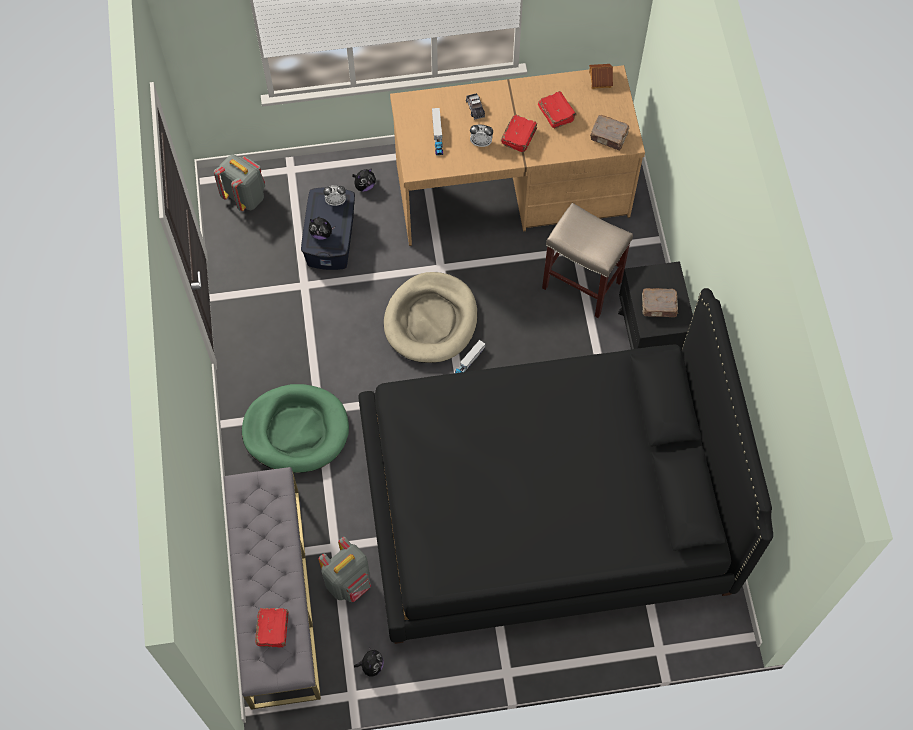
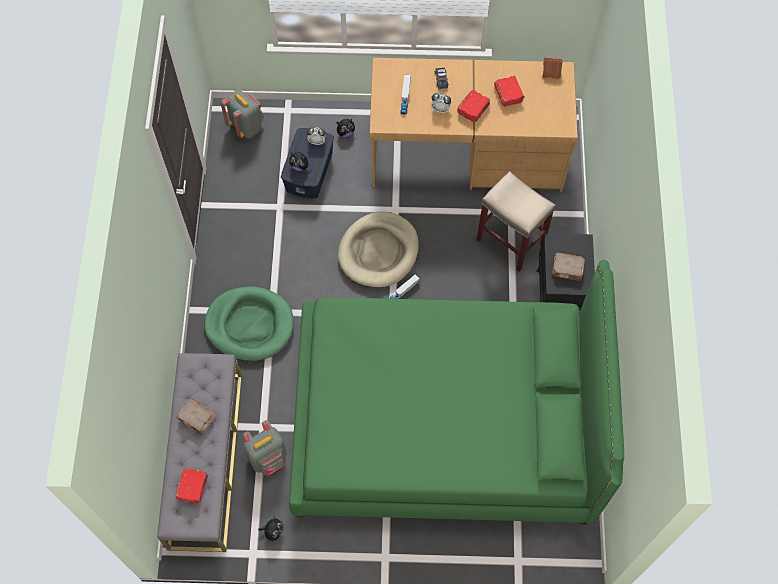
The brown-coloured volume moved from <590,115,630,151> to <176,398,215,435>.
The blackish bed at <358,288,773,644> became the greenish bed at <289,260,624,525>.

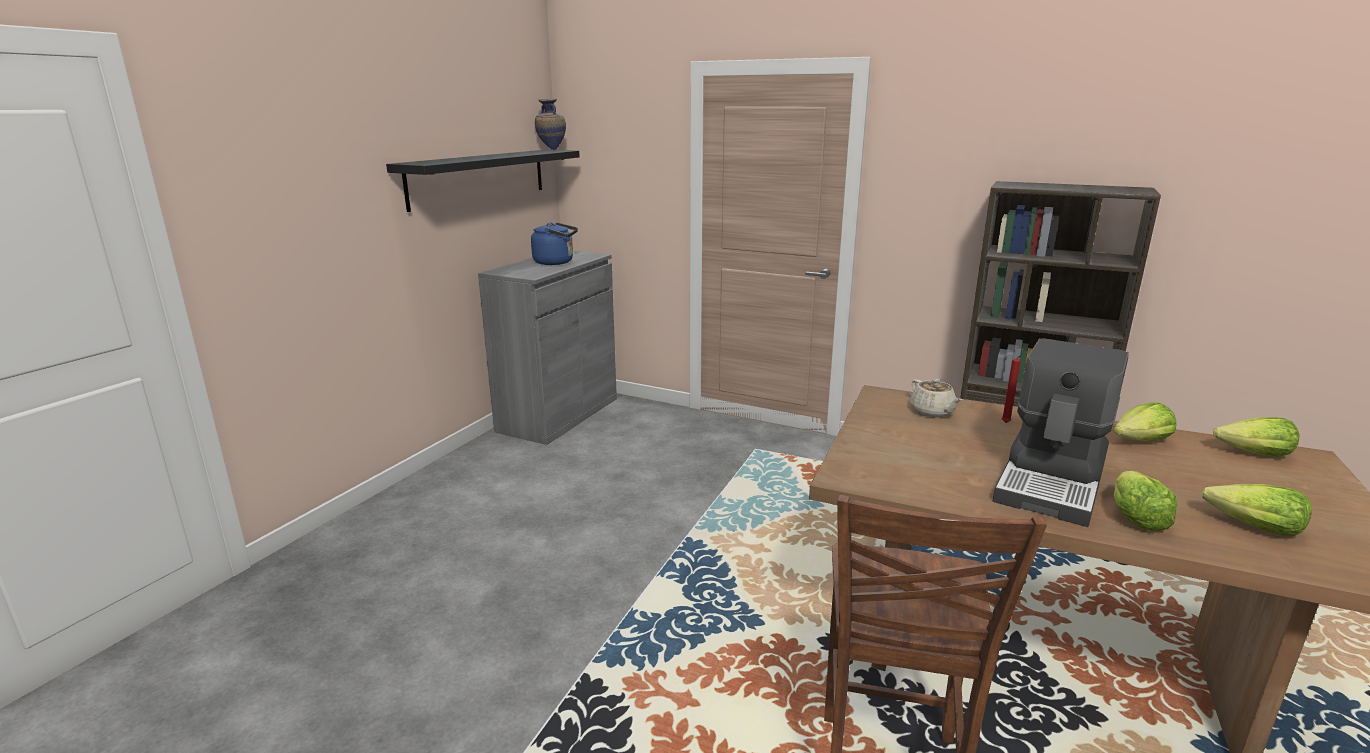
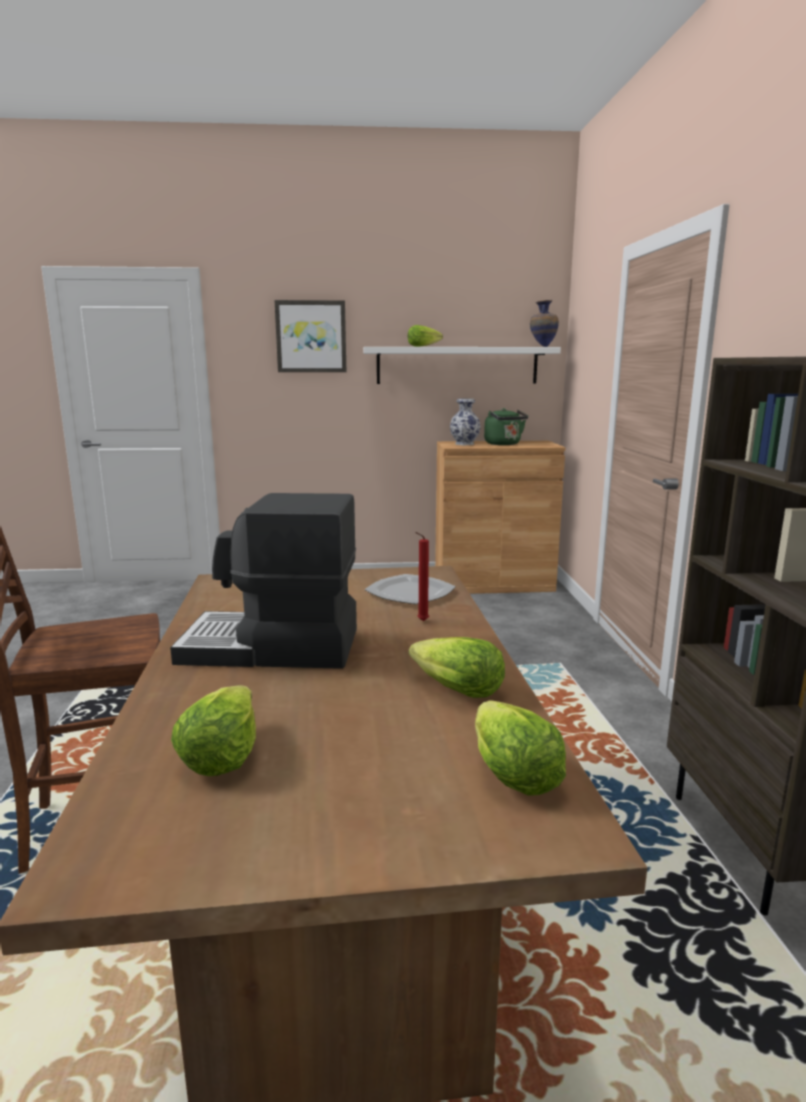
The wall picture at <274,300,347,372> appeared.
The decorative vase at <450,398,481,445> appeared.
The lettuce head moved from <1114,471,1178,531> to <408,325,443,347>.
The beige pot for tea at <910,378,962,418> was replaced by the flat dish at <364,574,456,604>.
The blackish bracket shelf at <386,150,580,212> became the white-coloured bracket shelf at <363,347,561,384>.
The greyish cupboard at <478,251,617,445> became the brown-coloured cupboard at <435,441,565,594>.
The bluish water kettle at <531,222,578,265> became the greenish water kettle at <484,408,528,445>.

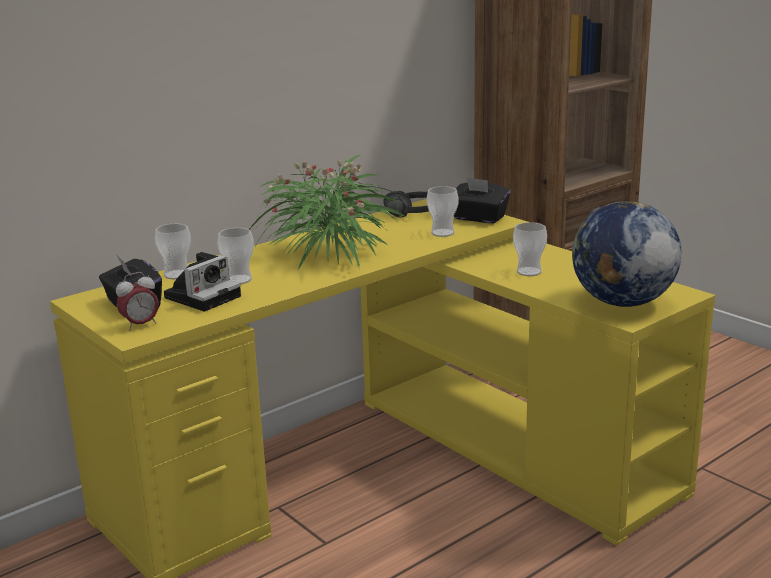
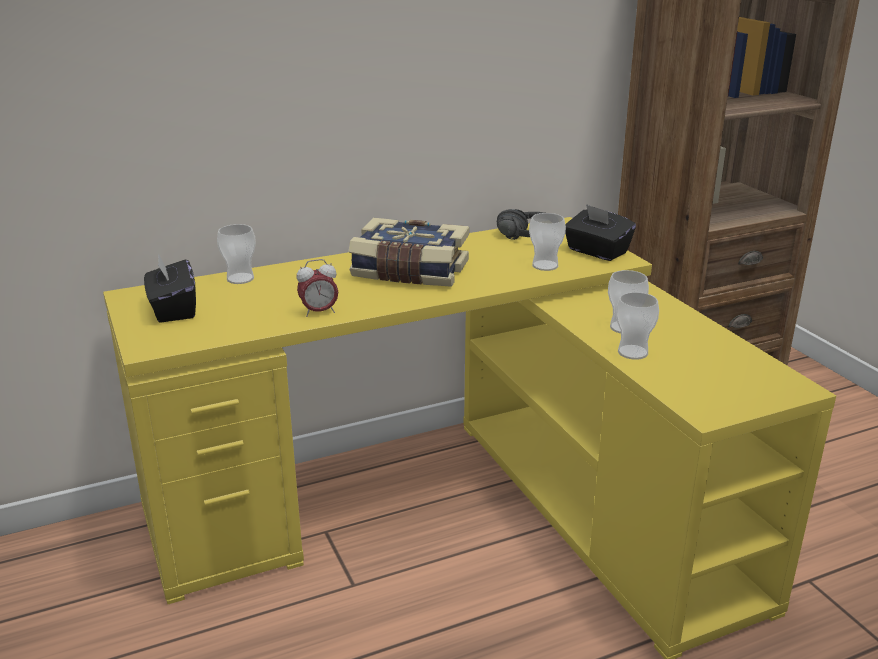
The still camera at <164,252,241,312> disappeared.
The desk globe at <571,201,682,307> disappeared.
The alarm clock moved from <116,272,159,331> to <297,259,338,317>.
The cup moved from <217,228,254,284> to <616,292,659,360>.
The potted plant at <249,155,406,270> was replaced by the volume at <349,218,469,287>.

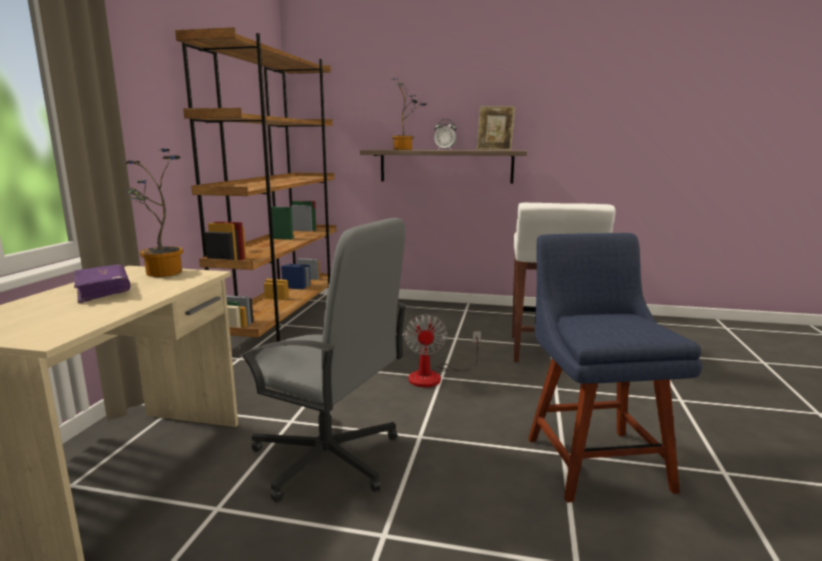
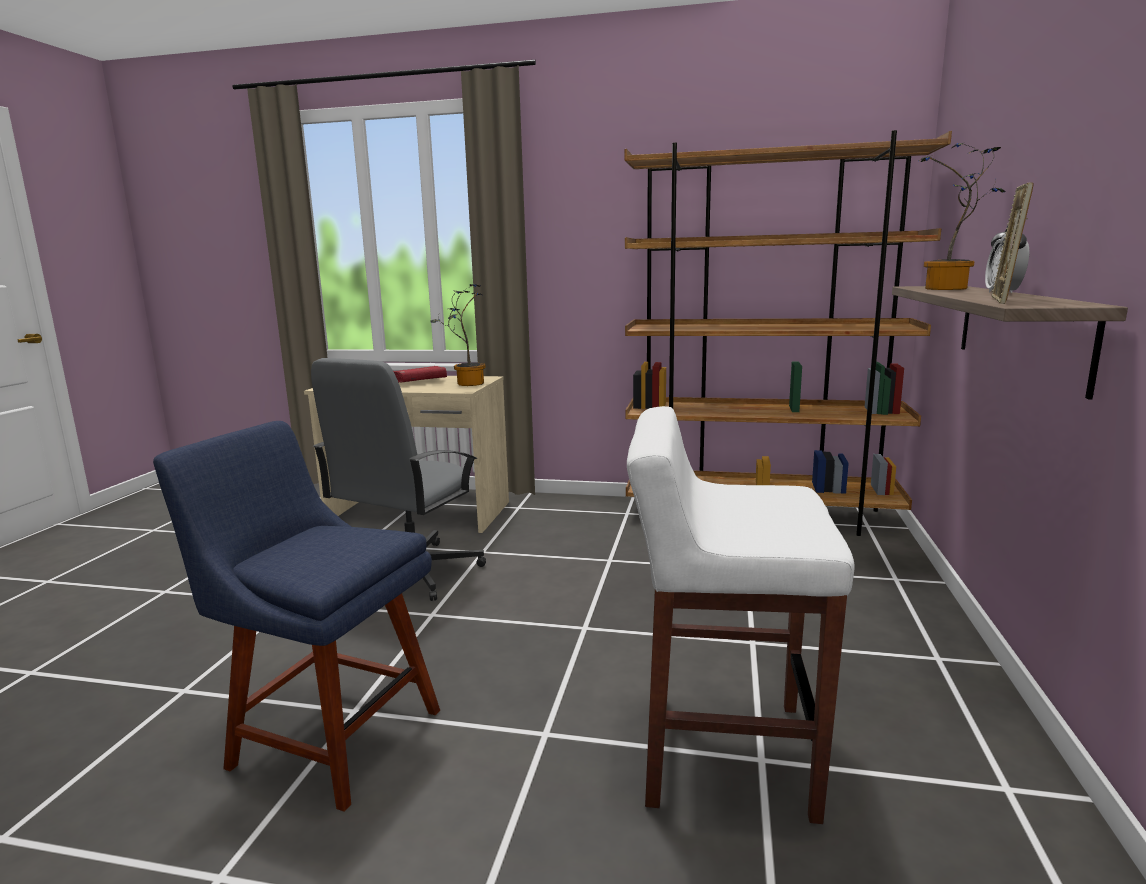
The fan at <404,314,481,387> disappeared.
The purple-coloured volume at <74,264,130,303> became the red volume at <393,366,447,382>.
The bluish upright chair at <528,233,702,503> turned 150 degrees counterclockwise.

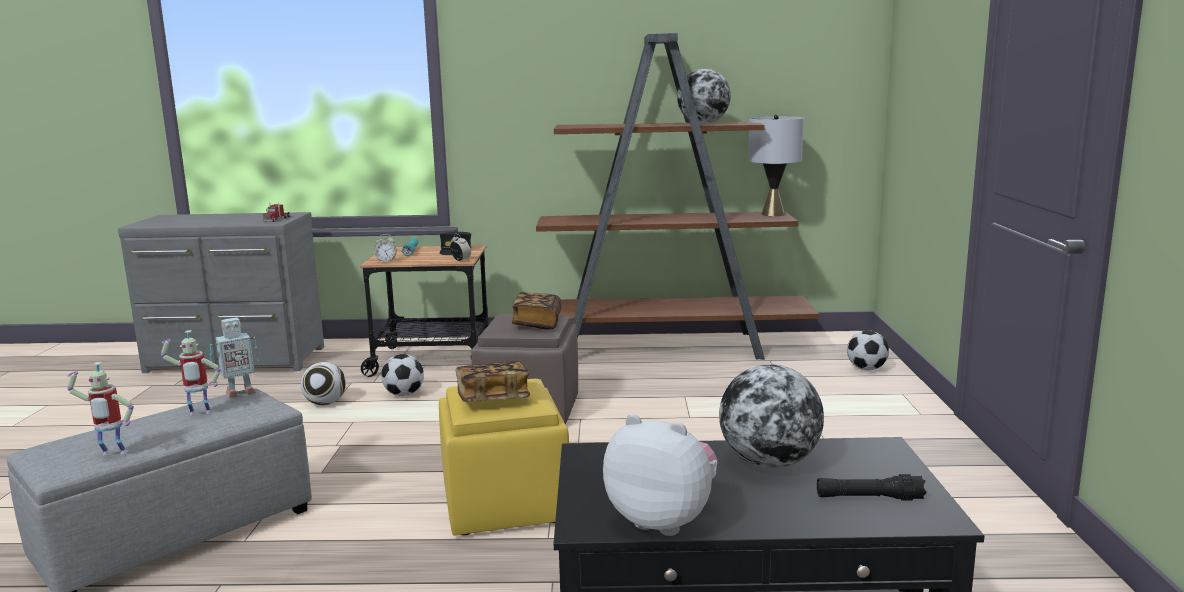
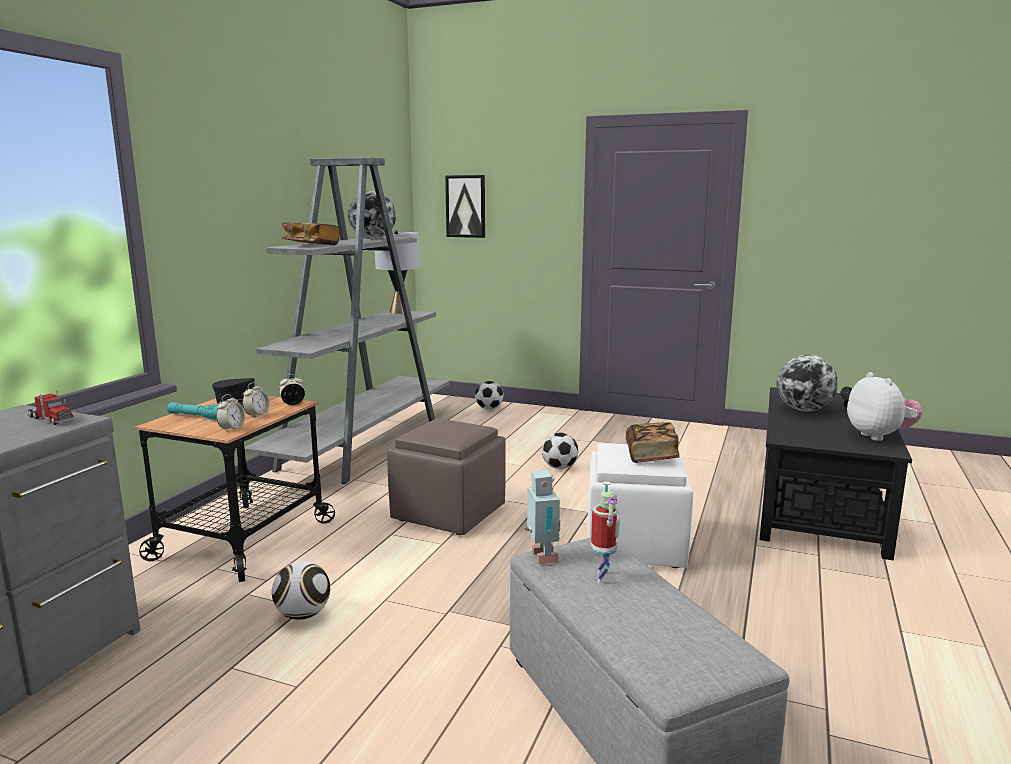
The toy robot at <67,362,134,456> disappeared.
The alarm clock at <242,382,269,418> appeared.
The wall picture at <445,175,485,238> appeared.
The football ball moved from <381,354,424,396> to <542,433,578,469>.
The volume moved from <512,292,562,330> to <282,222,340,245>.
The yellowish footrest at <439,379,569,536> became the white-coloured footrest at <587,443,693,568>.
The brown-coloured bookcase at <536,33,819,360> became the greyish bookcase at <244,157,449,484>.
The soft toy at <603,414,717,536> turned 120 degrees clockwise.

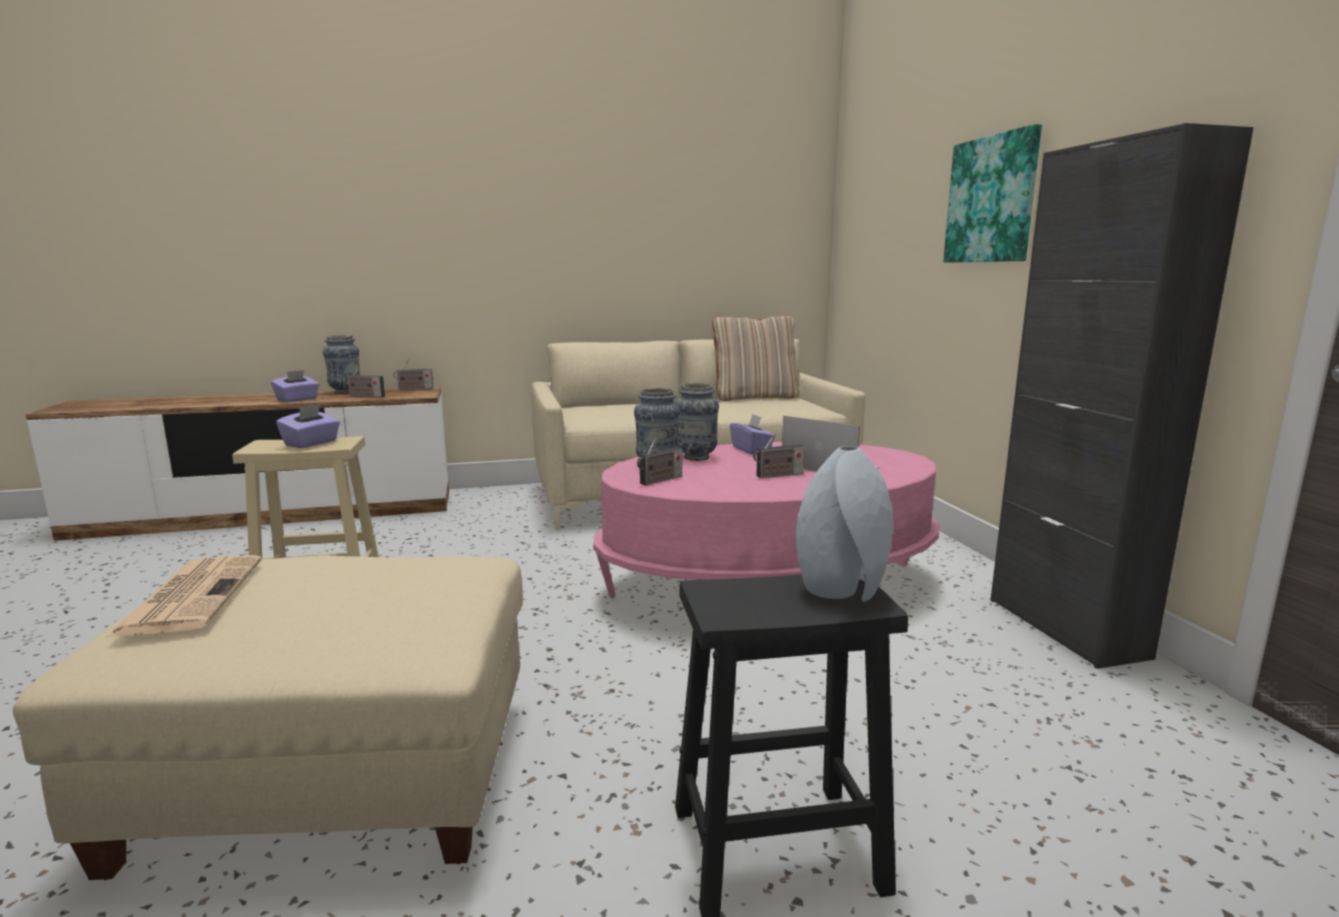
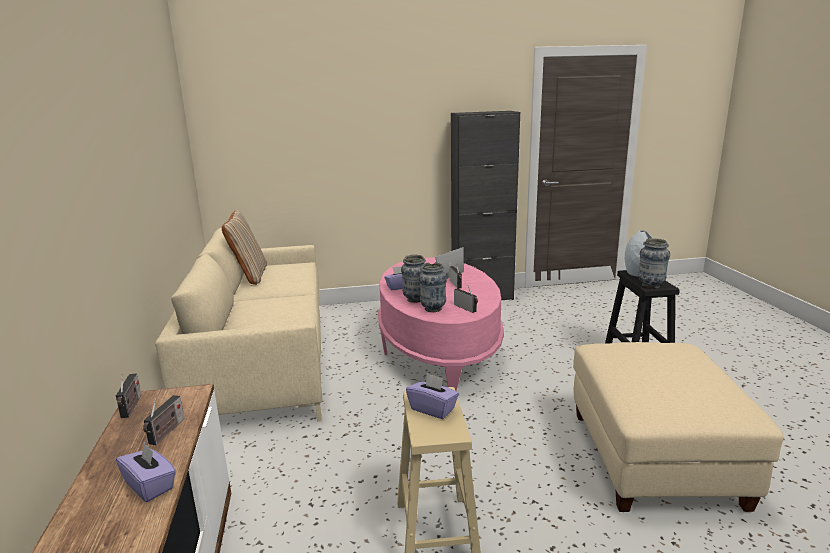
The newspaper at <106,555,262,638> disappeared.
The wall picture at <943,124,1042,263> disappeared.
The decorative vase moved from <323,335,360,394> to <638,238,670,289>.

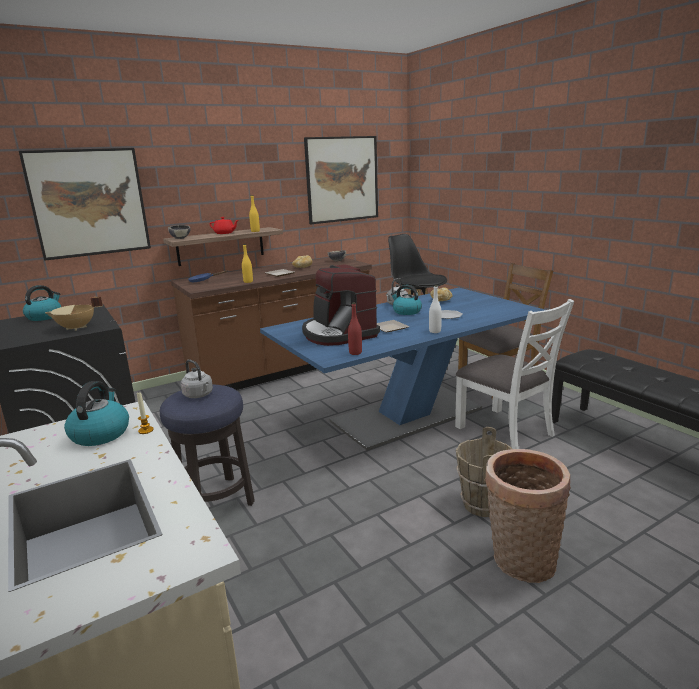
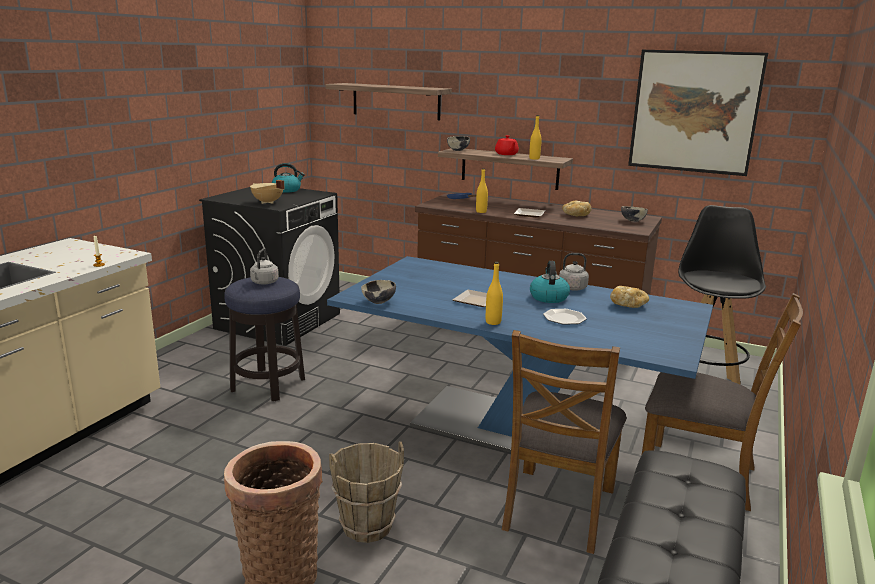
The water kettle at <64,381,129,446> disappeared.
The coffee maker at <302,264,380,346> disappeared.
The wall picture at <19,148,151,261> was replaced by the bracket shelf at <326,83,452,120>.
The red bottle at <348,302,362,355> was replaced by the serving bowl at <361,280,396,304>.
The white-coloured bottle at <429,285,442,333> became the yellowish bottle at <486,262,503,325>.
The white-coloured upright chair at <455,299,574,449> became the brown-coloured upright chair at <502,330,626,554>.

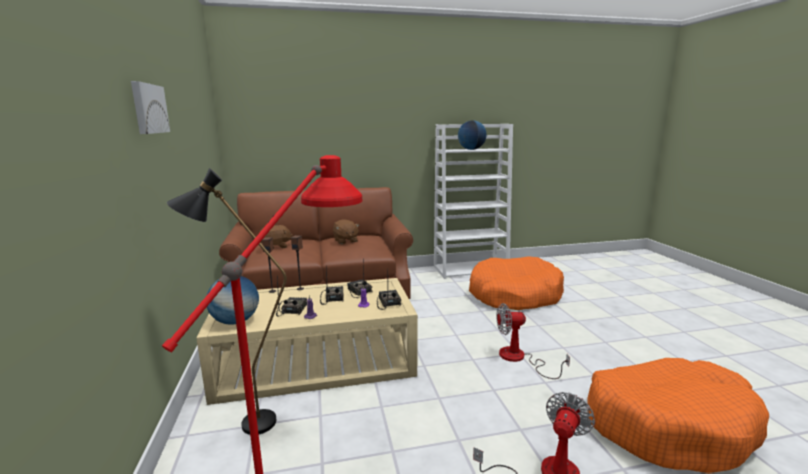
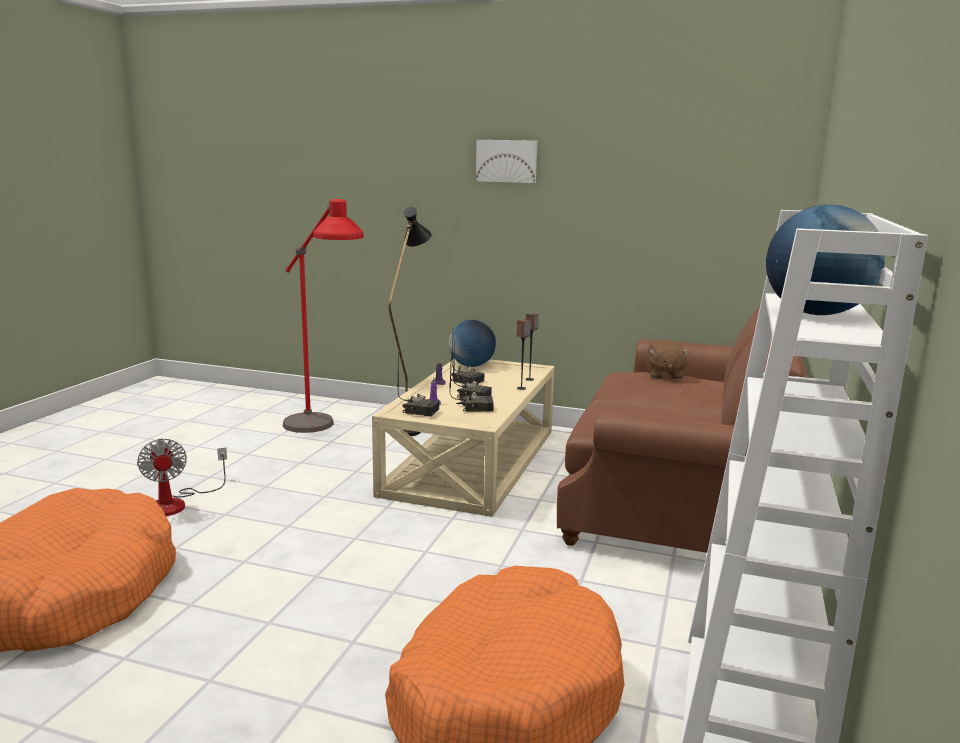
The brown-coloured soft toy at <333,219,359,244> disappeared.
The fan at <497,303,570,379> disappeared.

